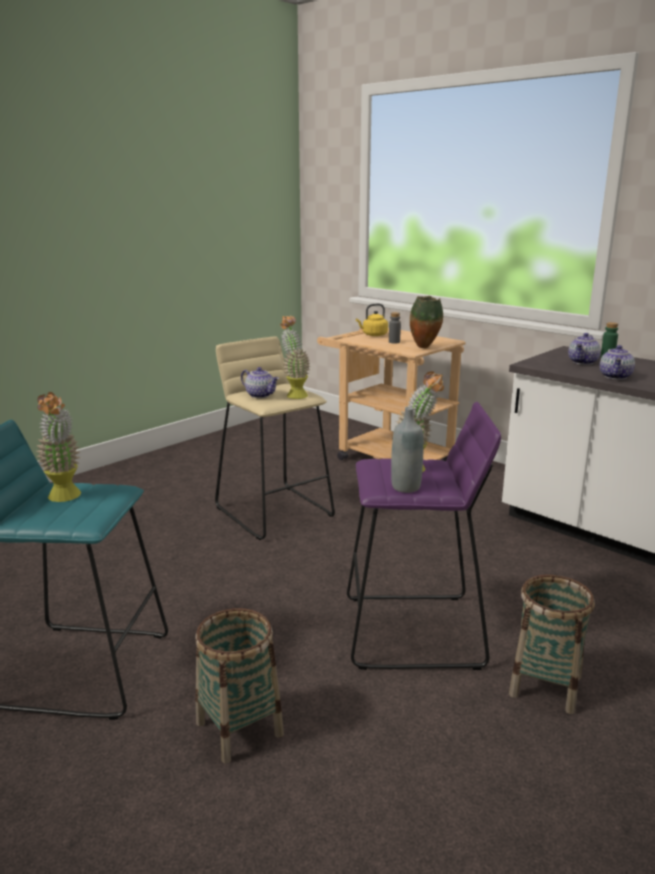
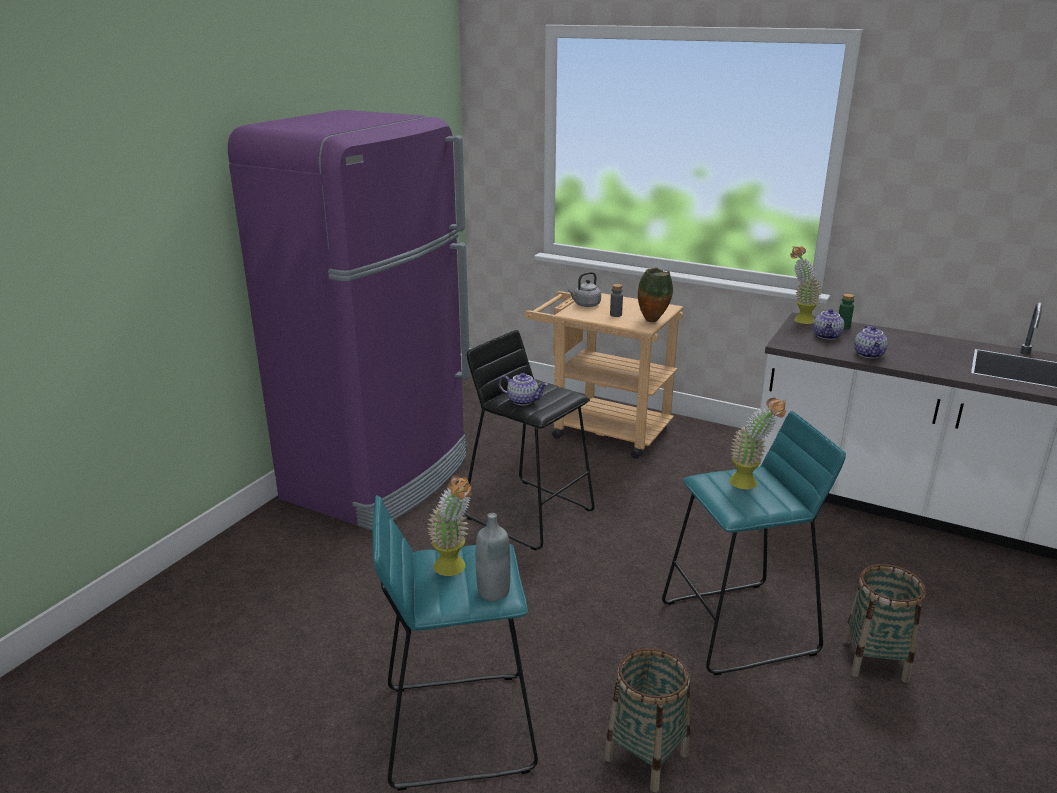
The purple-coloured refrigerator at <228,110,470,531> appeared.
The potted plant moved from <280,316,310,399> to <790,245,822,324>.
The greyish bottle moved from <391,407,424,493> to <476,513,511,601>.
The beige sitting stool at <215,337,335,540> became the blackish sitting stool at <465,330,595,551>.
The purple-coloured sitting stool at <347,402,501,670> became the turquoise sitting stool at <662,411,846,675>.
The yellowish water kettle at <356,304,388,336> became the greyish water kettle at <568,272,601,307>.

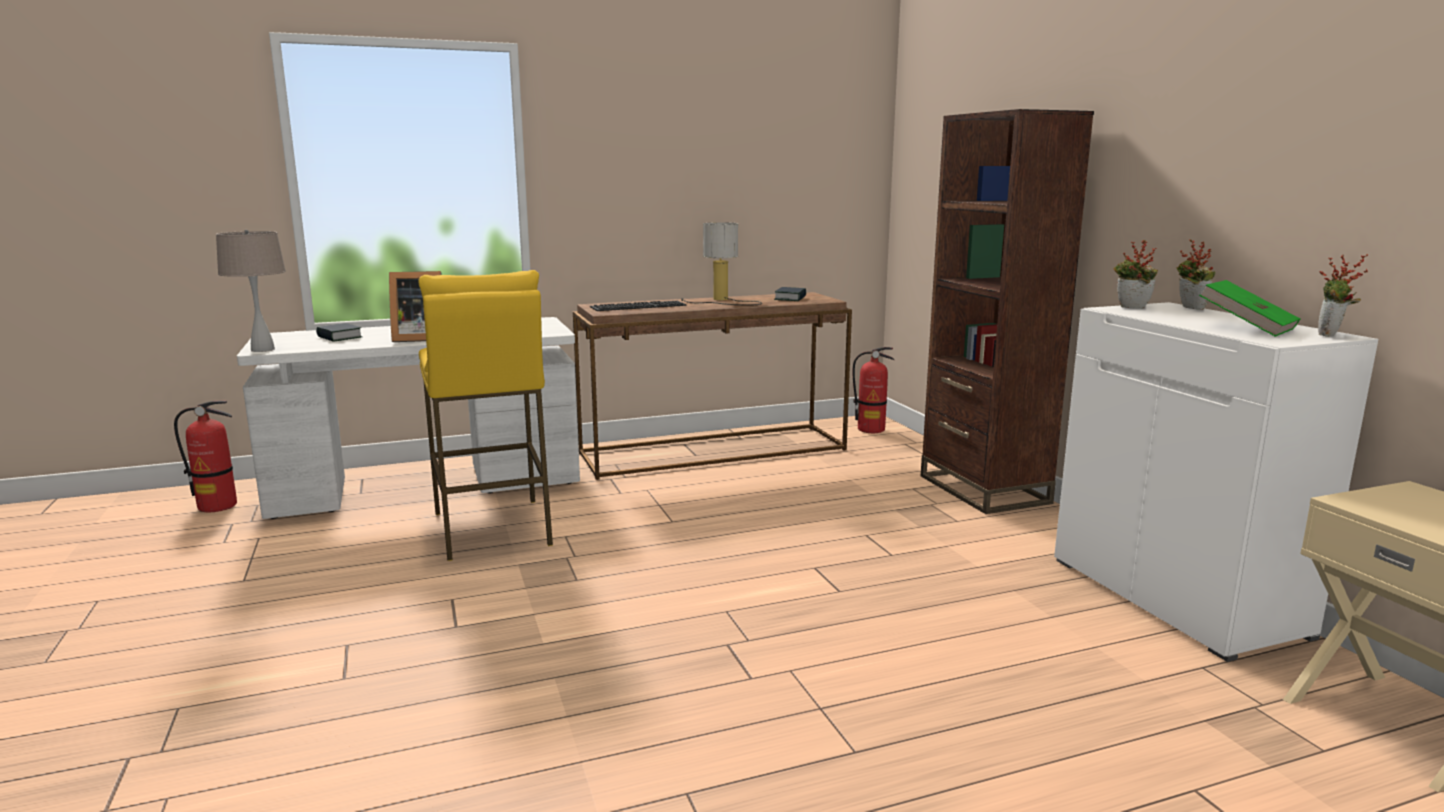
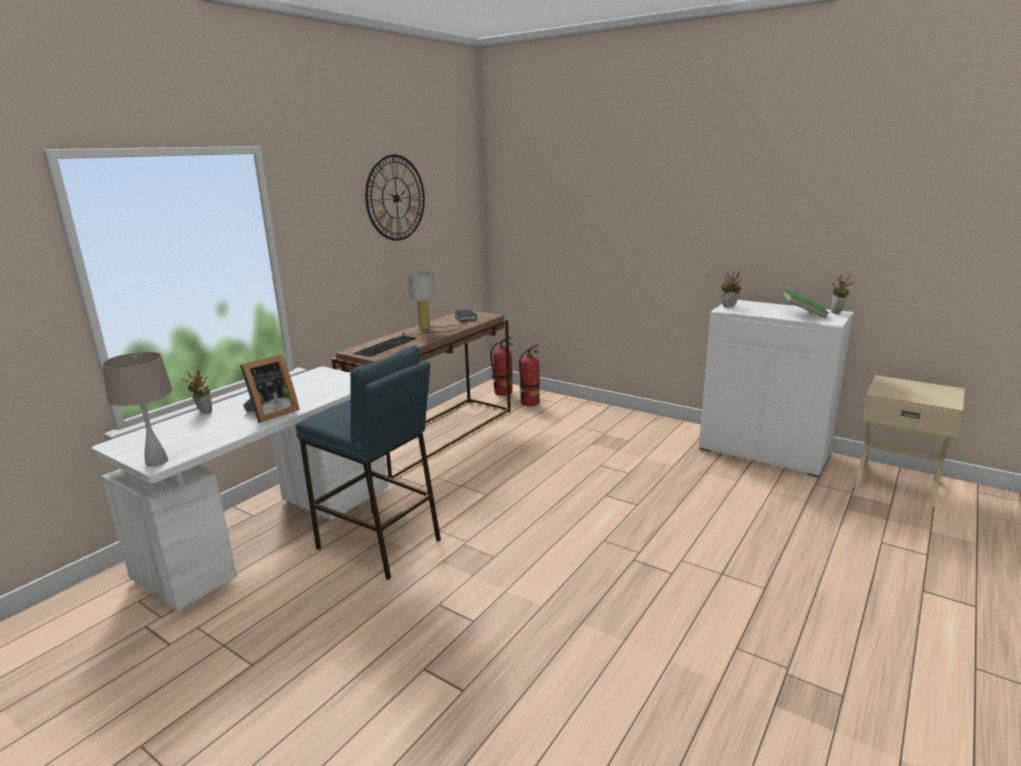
The volume at <316,323,362,342> disappeared.
The brown-coloured bookcase at <921,109,1094,514> disappeared.
The clock on the wall at <365,154,425,241> appeared.
The extinguisher moved from <174,401,237,512> to <519,345,540,406>.
The potted plant moved from <1177,240,1215,310> to <183,368,212,414>.
The yellowish sitting stool at <418,270,553,561> became the bluish sitting stool at <295,346,441,580>.

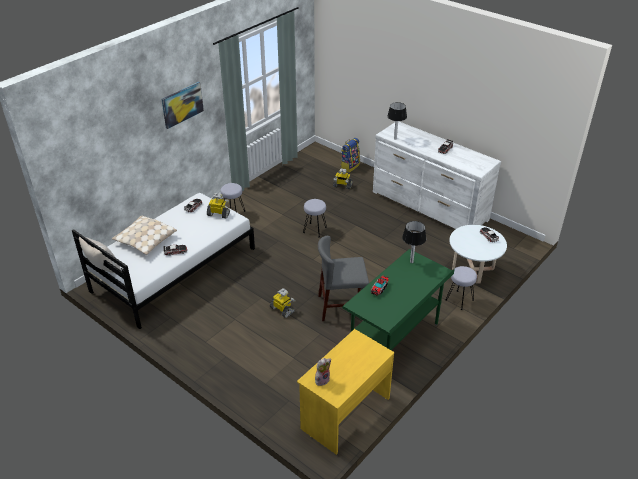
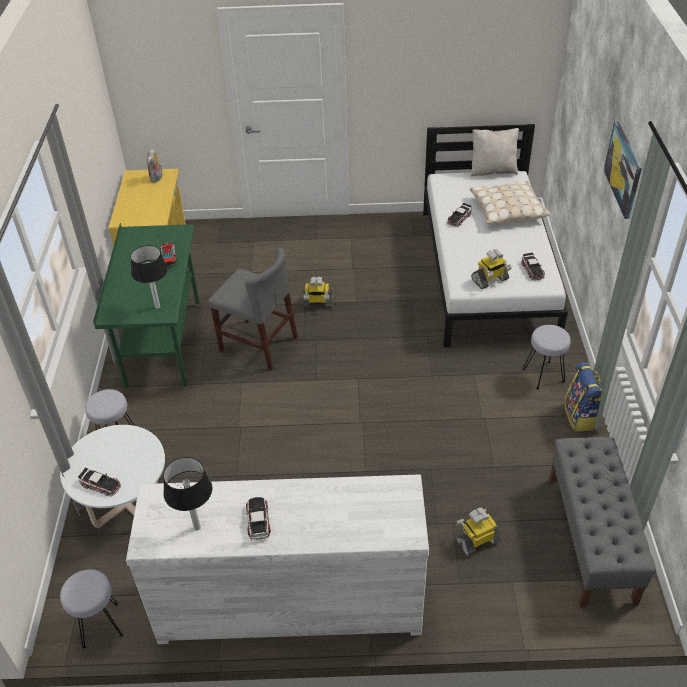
The greyish bench at <549,437,656,608> appeared.
The greyish sitting stool moved from <303,199,327,237> to <60,569,123,649>.
The knapsack moved from <340,138,360,173> to <564,362,603,431>.
The lamp for a table moved from <387,102,407,140> to <163,457,212,530>.
The greyish upright chair at <318,236,369,321> turned 75 degrees clockwise.

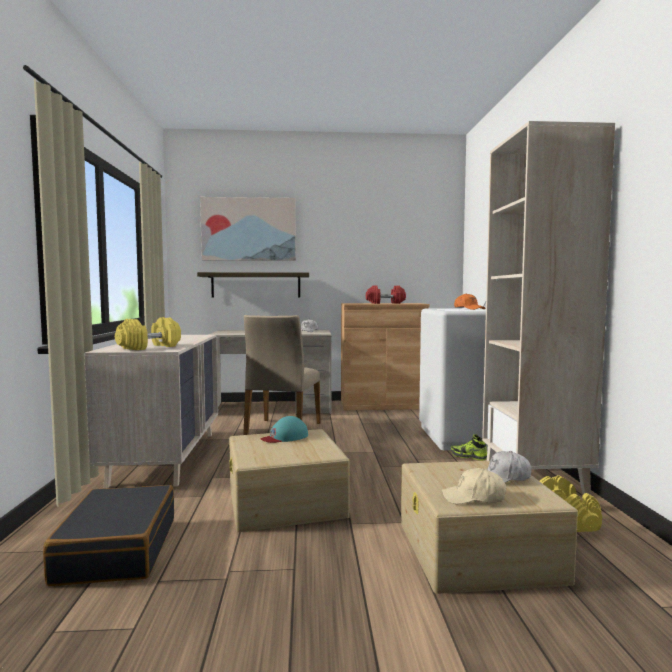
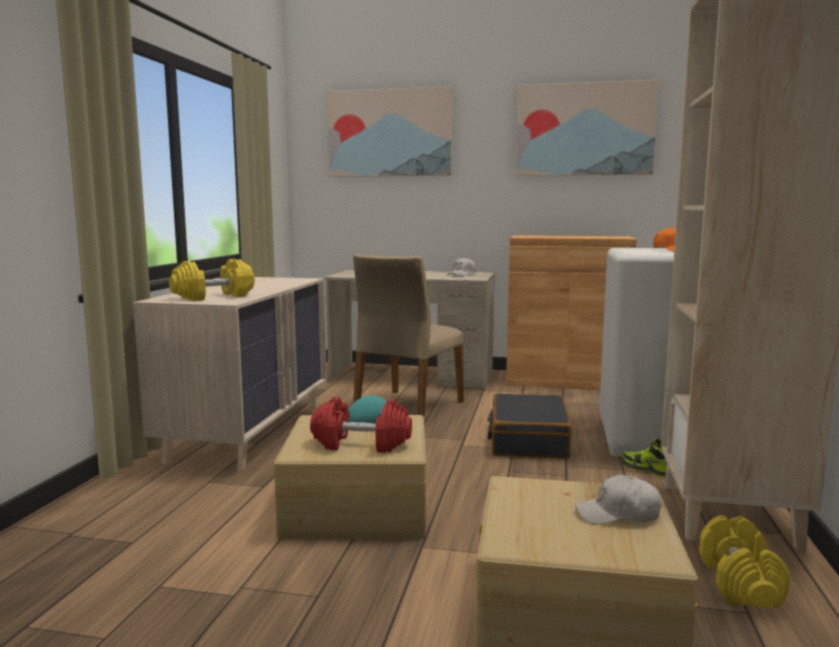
The bracket shelf at <197,272,309,298> disappeared.
The beige peaked cap at <441,468,506,504> disappeared.
The wall picture at <516,80,659,176> appeared.
The blackish suitcase moved from <43,485,174,586> to <487,393,572,459>.
The red free weight moved from <366,285,406,304> to <310,397,412,453>.

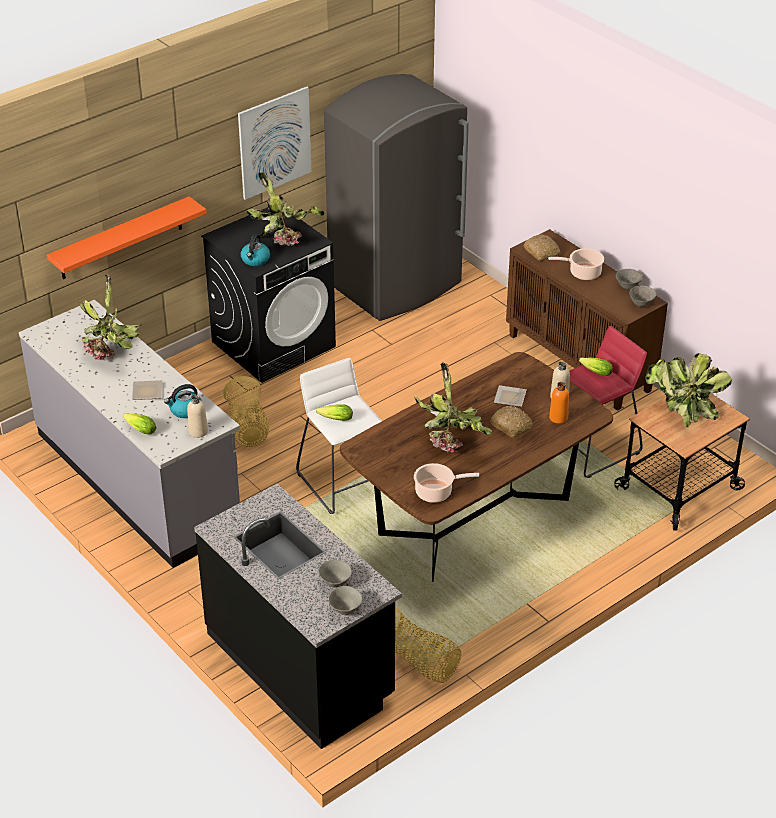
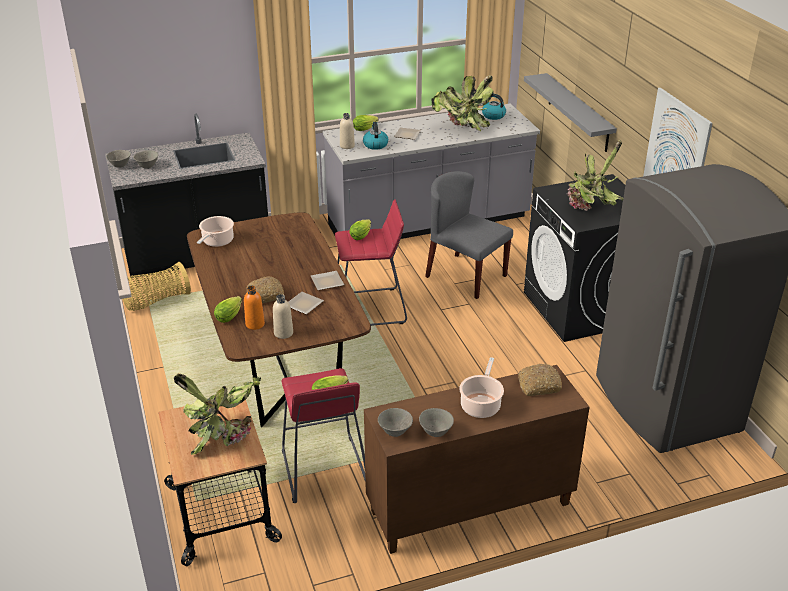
The potted plant at <413,362,492,452> disappeared.
The lettuce head at <214,296,242,323> appeared.
The flat dish at <311,271,344,290> appeared.
The water kettle moved from <241,234,270,266> to <482,94,506,120>.
The household basket at <223,376,269,447> was replaced by the greyish upright chair at <425,171,513,299>.
The orangey bracket shelf at <47,196,207,279> became the greyish bracket shelf at <524,73,617,152>.
The white-coloured sitting stool at <296,358,382,514> became the red sitting stool at <335,199,407,326>.

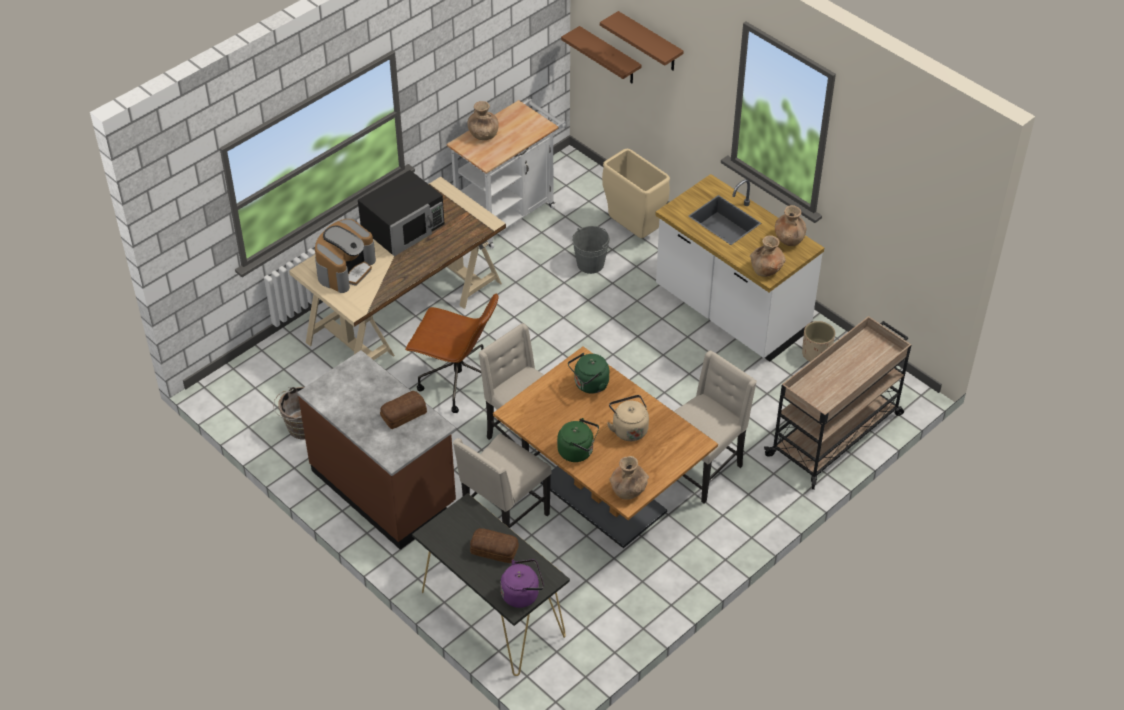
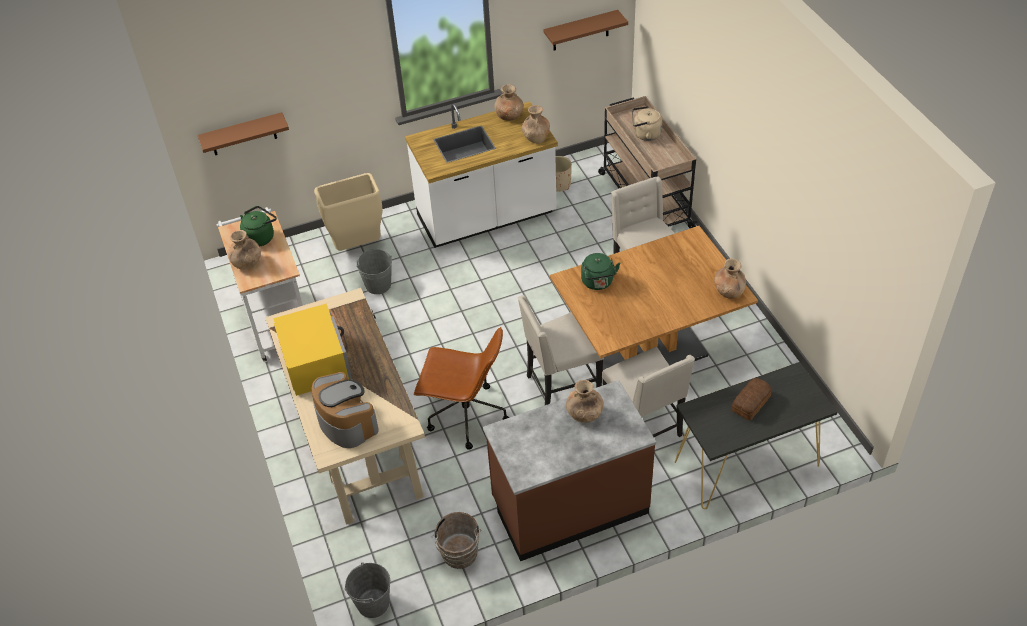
The purple-coloured water kettle at <500,559,544,608> disappeared.
The greyish water bucket at <345,562,390,618> appeared.
The greenish water kettle moved from <557,418,599,462> to <240,206,277,247>.
The brown-coloured bracket shelf moved from <600,11,684,70> to <543,10,628,51>.
The beige water kettle moved from <607,395,649,441> to <632,106,663,141>.
The bread at <380,391,427,429> was replaced by the brown-coloured decorative vase at <566,380,604,423>.
The blackish kitchen microwave at <358,170,444,256> became the yellowish kitchen microwave at <273,303,352,396>.
The brown-coloured desk chair at <405,293,499,413> turned 60 degrees clockwise.

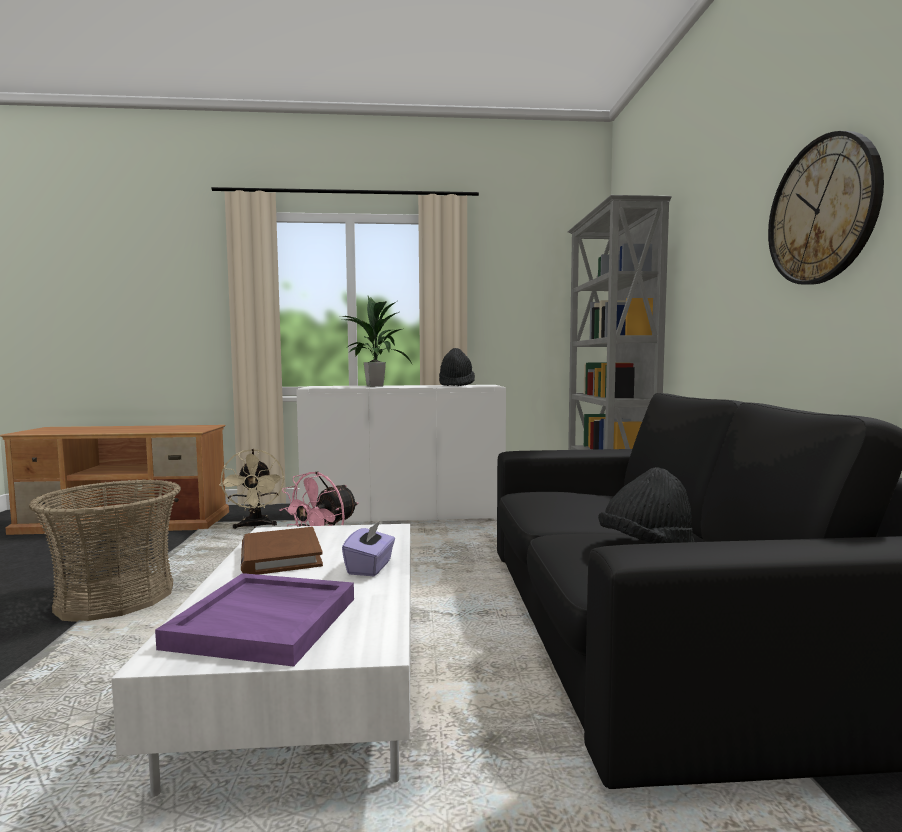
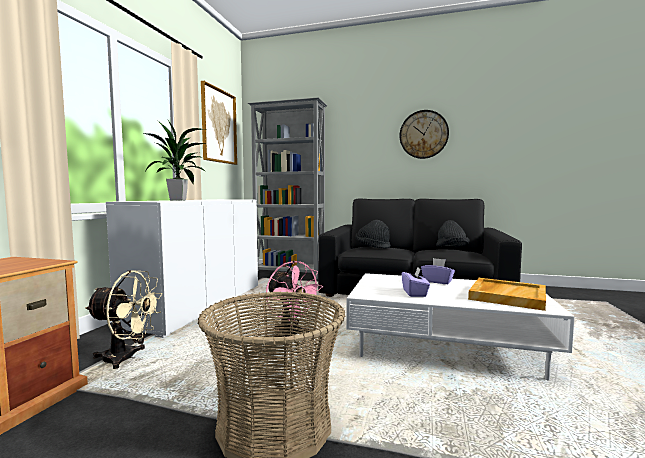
The wall picture at <201,81,237,165> appeared.
The blackish hat moved from <439,348,475,387> to <355,220,391,249>.
The brown-coloured volume at <241,527,323,575> was replaced by the purple-coloured tissue box at <402,267,430,297>.
The purple-coloured tray at <155,573,354,667> became the beige tray at <468,278,546,311>.

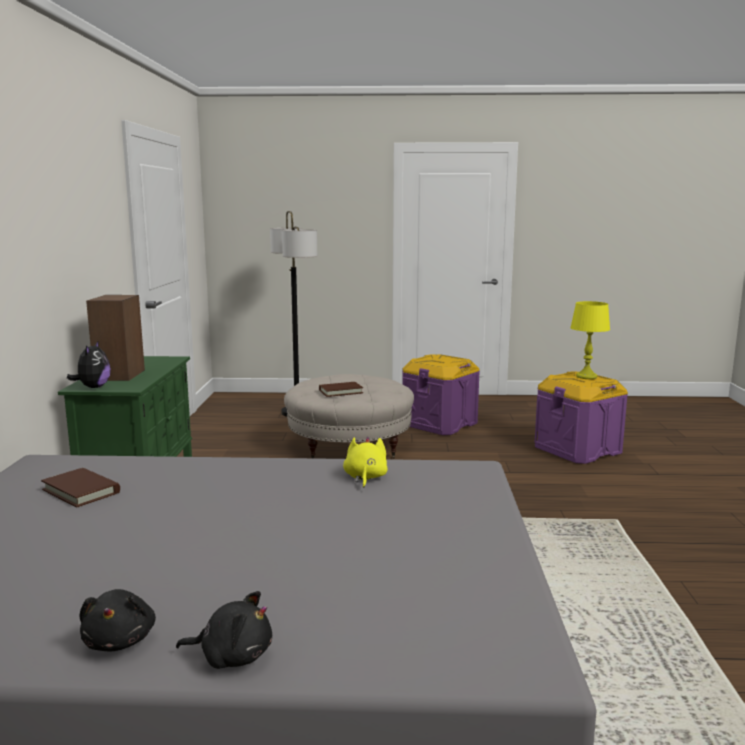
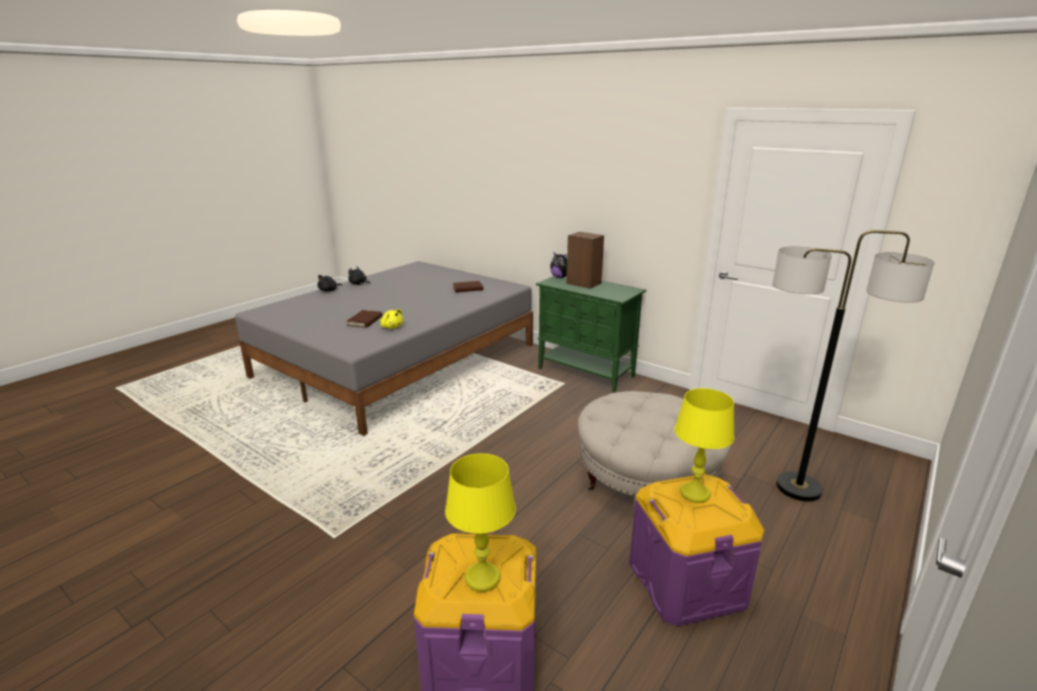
The yellowish lamp for a table at <674,388,735,503> appeared.
The brown-coloured volume moved from <319,382,363,397> to <347,310,383,328>.

